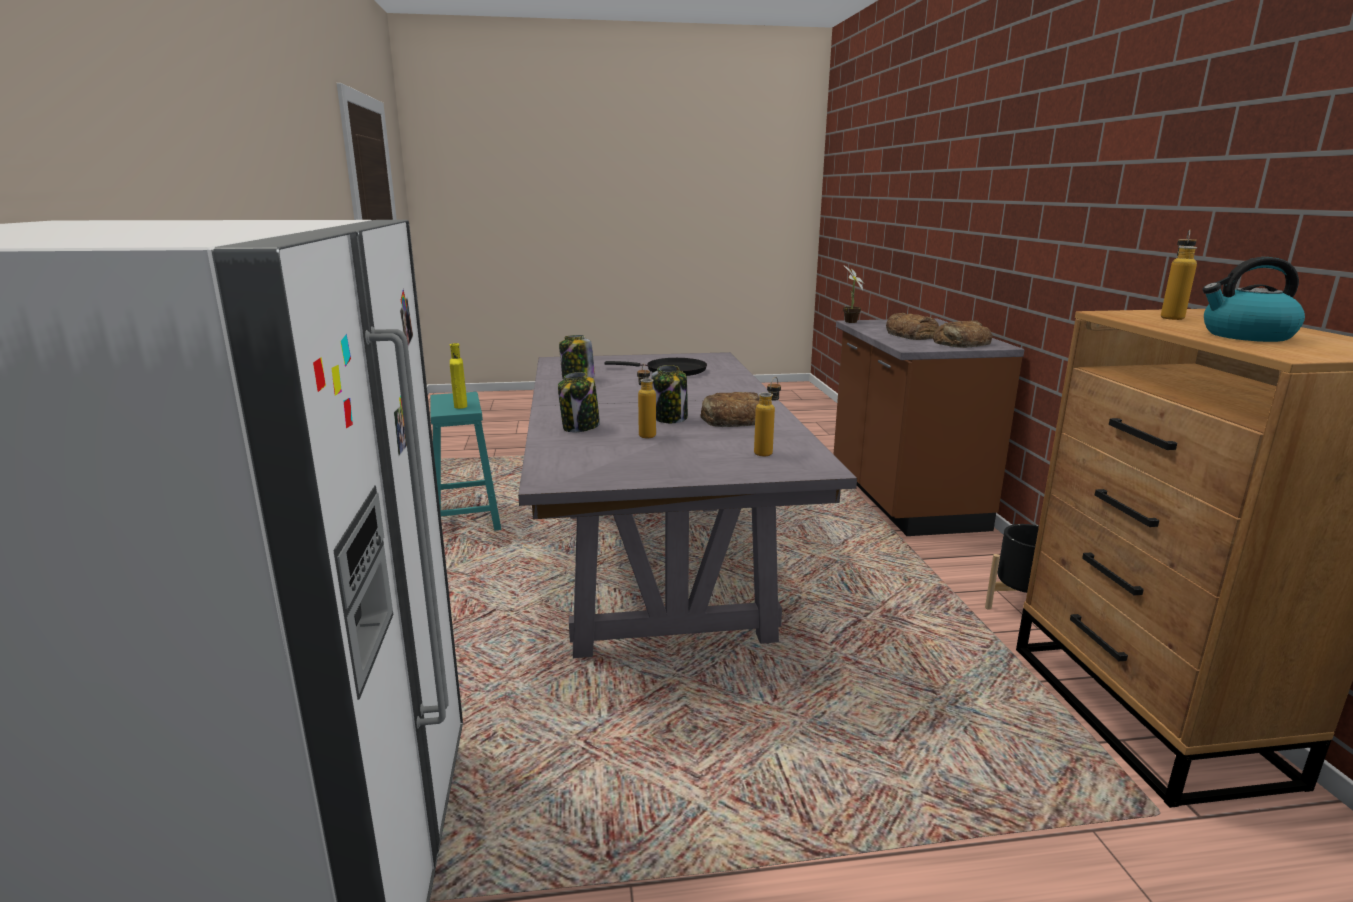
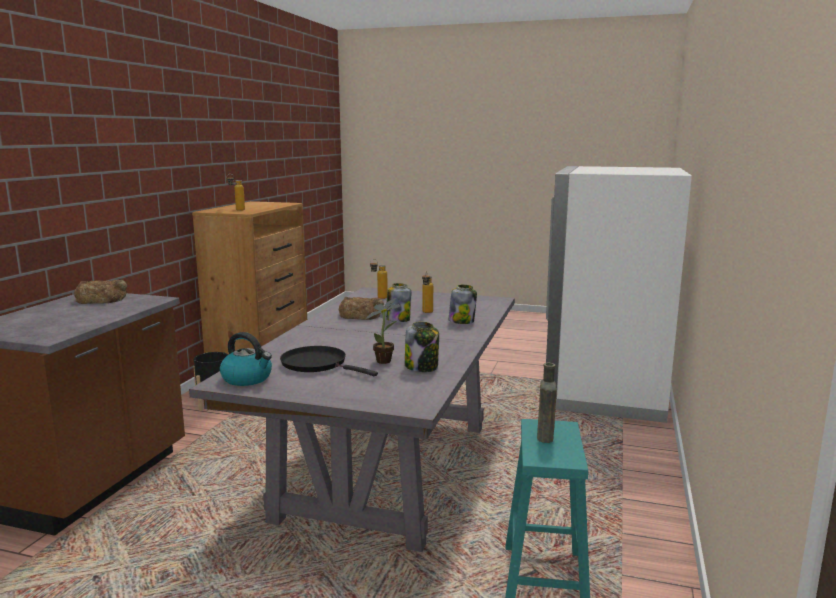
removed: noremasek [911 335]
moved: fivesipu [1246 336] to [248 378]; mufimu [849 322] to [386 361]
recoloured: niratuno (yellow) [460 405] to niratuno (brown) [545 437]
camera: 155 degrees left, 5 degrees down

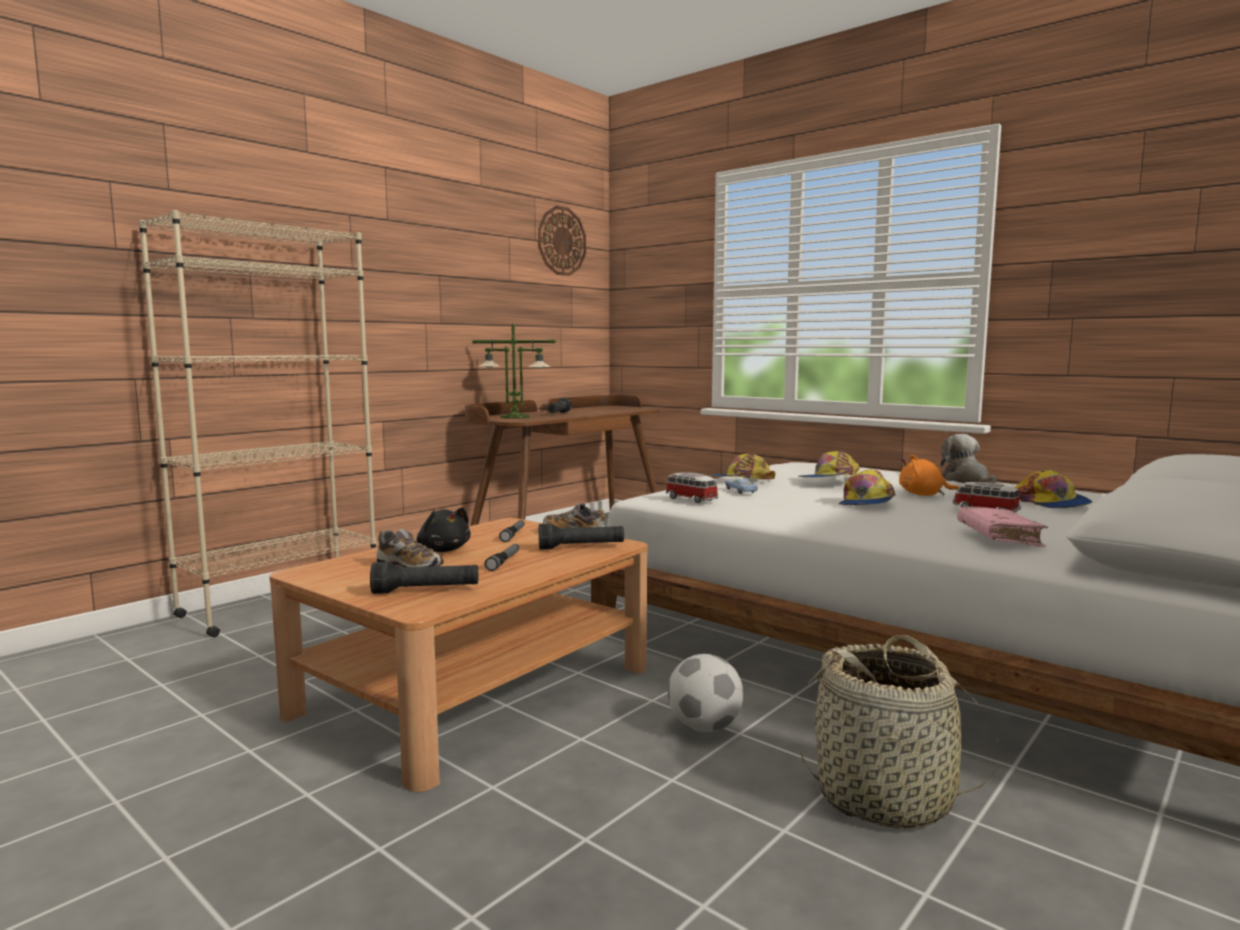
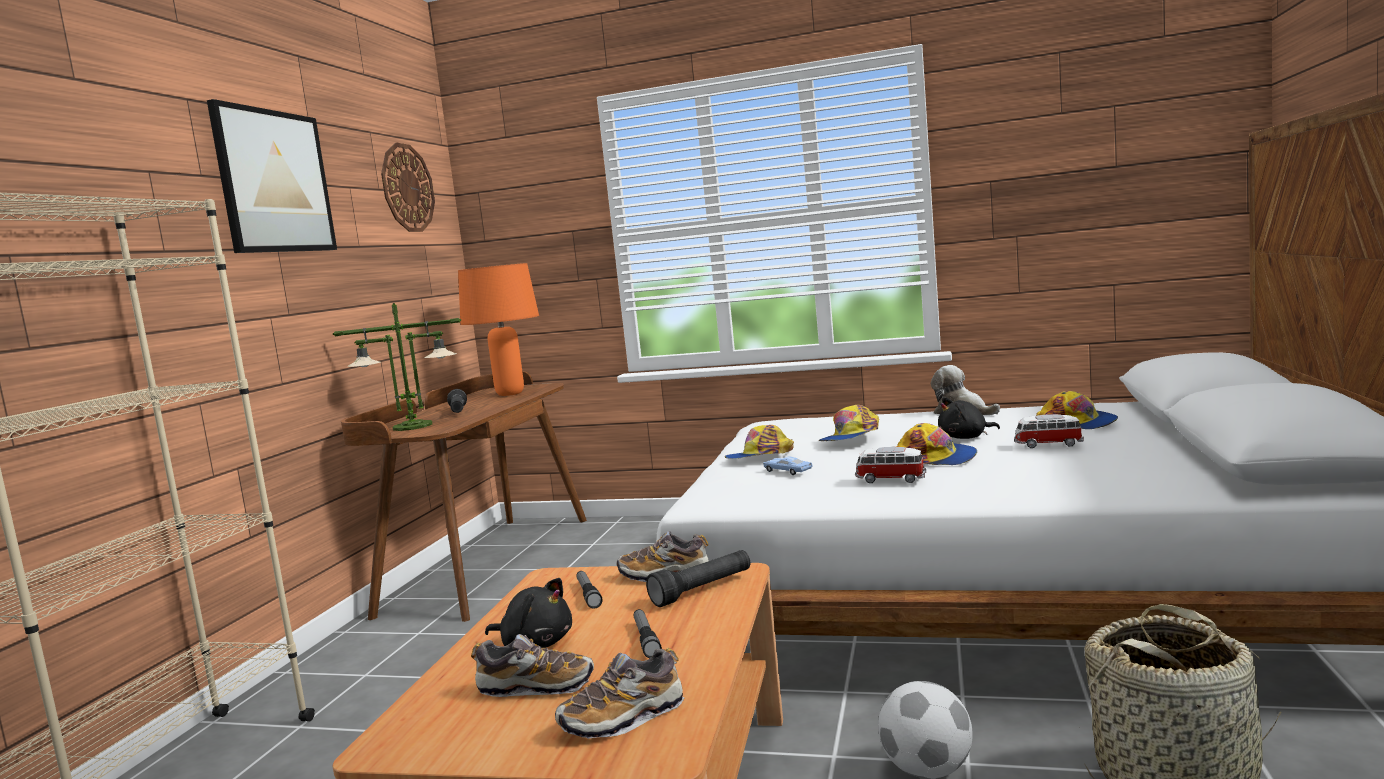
removed: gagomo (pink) [998 537]
added: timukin [274 181]; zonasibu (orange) [511 394]
moved: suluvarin [690 499] to [890 480]
replaced: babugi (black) [426 591] to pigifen [623 718]
recoloured: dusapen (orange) [924 495] to dusapen (black) [966 438]
turned: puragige [866 502] = [935 458] 60 degrees counterclockwise
camera: 25 degrees left, 0 degrees up

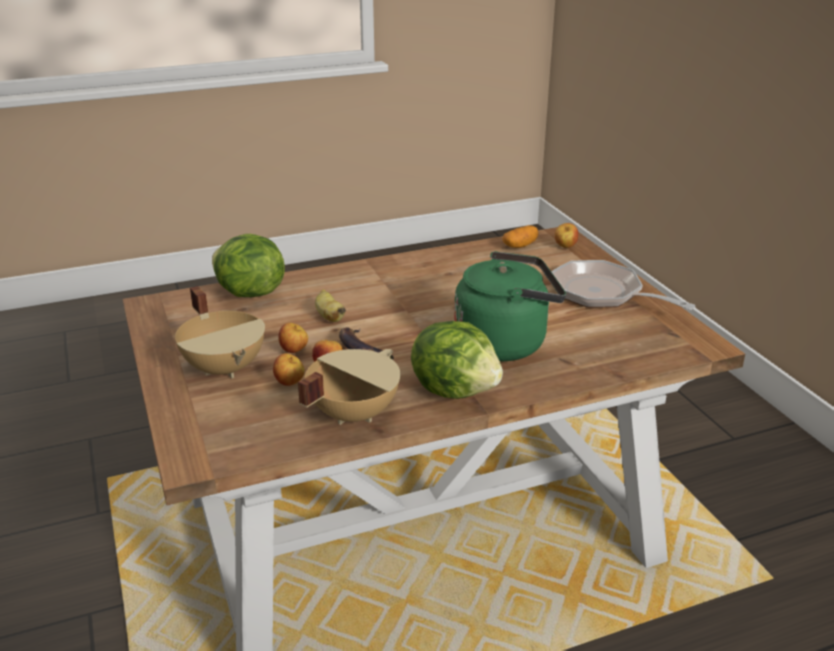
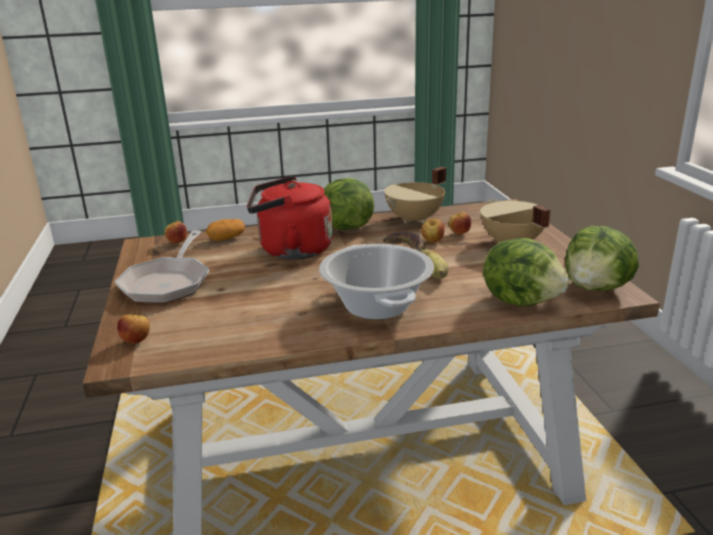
added: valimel [376 306]; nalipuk [596 288]
moved: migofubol [294 351] to [177 243]; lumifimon [520 246] to [226 238]
recoloured: fivesipu (green) [505 343] to fivesipu (red) [291 250]
turned: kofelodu [602 294] = [168 283] 45 degrees clockwise
camera: 170 degrees left, 5 degrees down

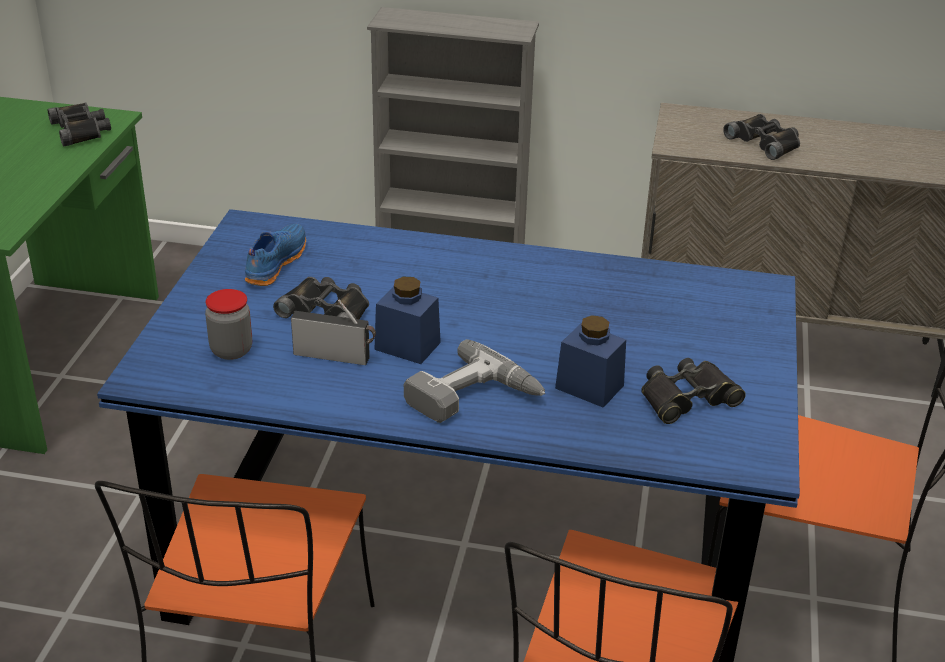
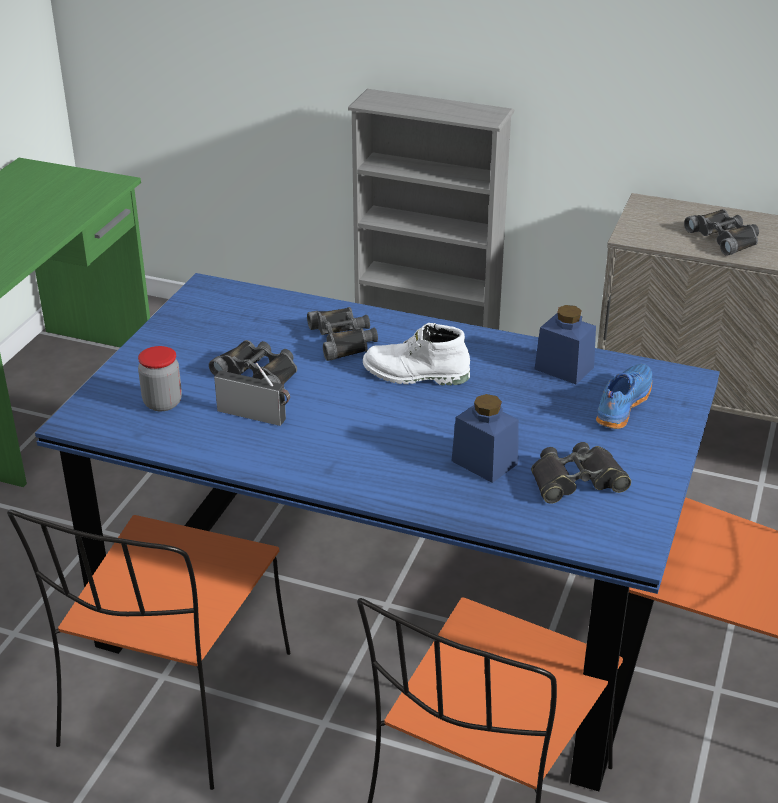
removed: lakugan [474 399]
added: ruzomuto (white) [415 375]
moved: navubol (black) [81 130] to [343 339]; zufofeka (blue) [407 346] to [564 368]; pigifen (blue) [274 264] to [621 404]
camera: 10 degrees right, 0 degrees up

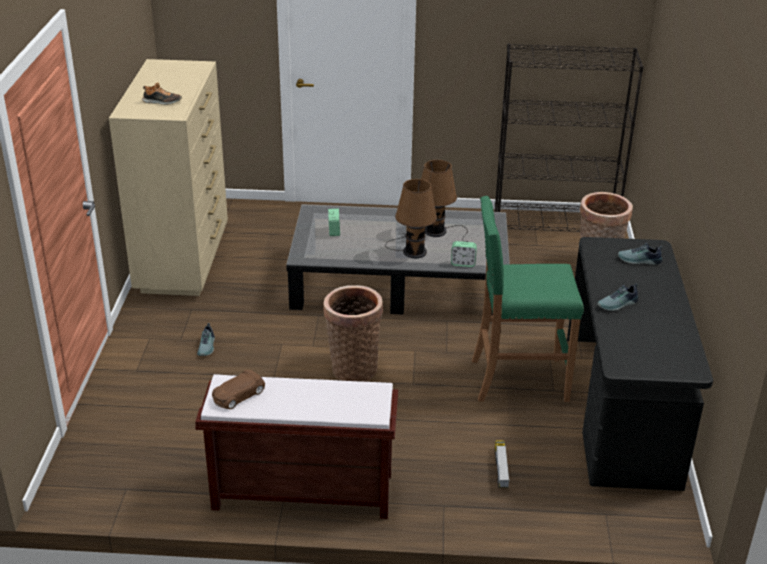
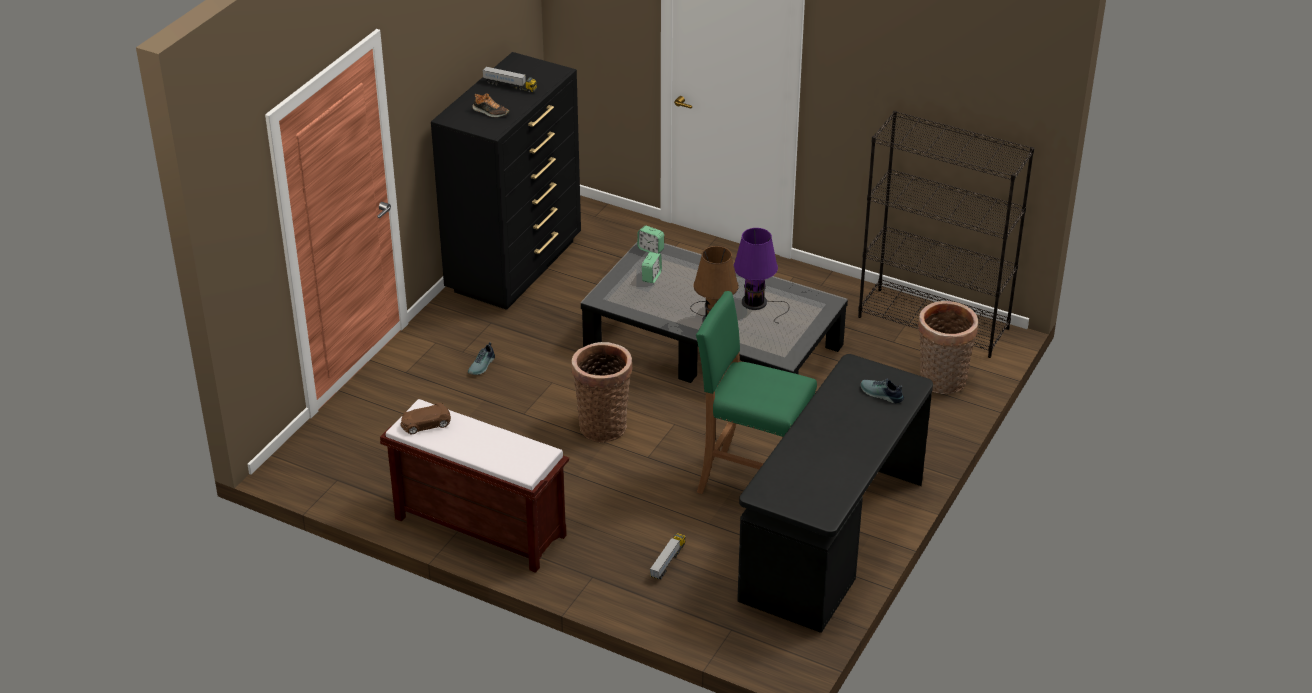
removed: pigifen [618 305]
added: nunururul [510 86]
moved: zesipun [463 263] to [650 249]
recoloured: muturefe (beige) [184 260] to muturefe (black) [516 266]; zonasibu (brown) [438 231] to zonasibu (purple) [757 303]
camera: 25 degrees right, 5 degrees up

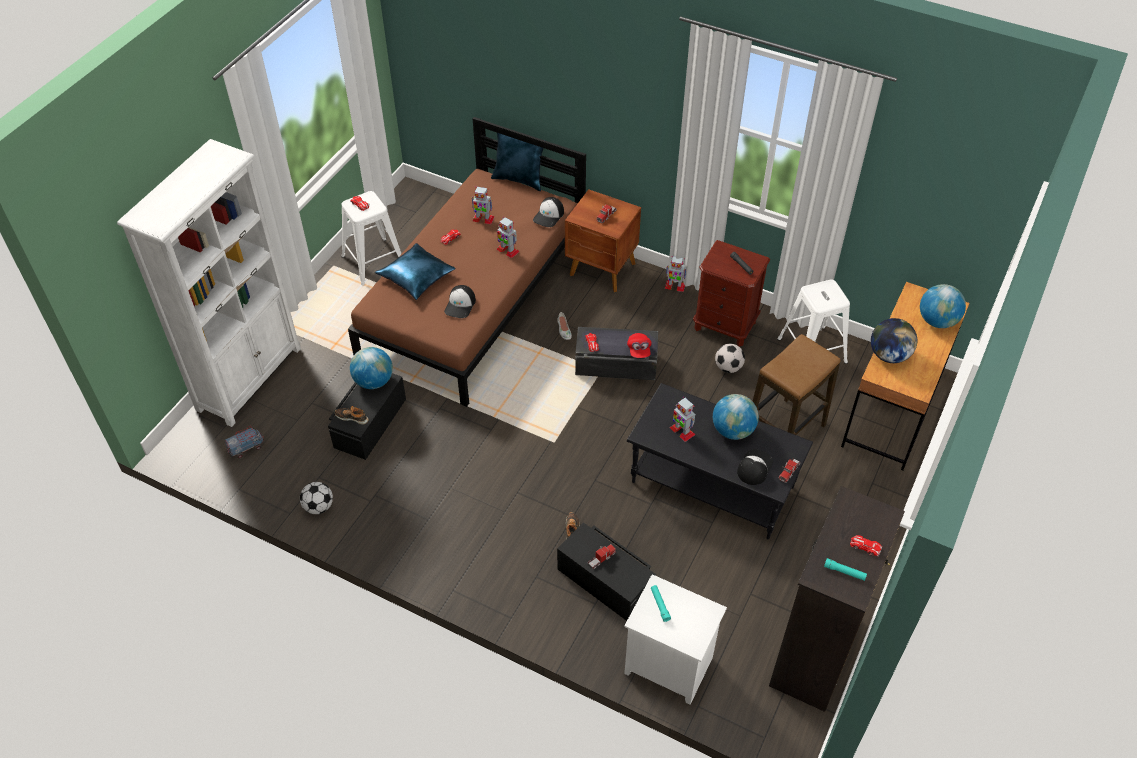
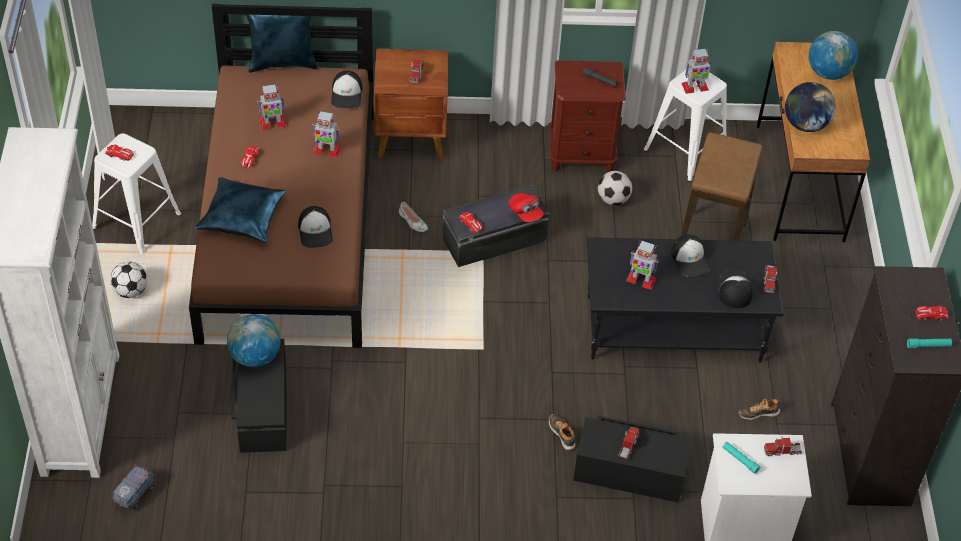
added: nunururul [782 451]
moved: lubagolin [319 507] to [130 291]; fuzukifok [674 286] to [694 87]; pigifen [352 417] to [758 412]
replaced: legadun [733 430] to puragige [690 259]
camera: 30 degrees left, 0 degrees up

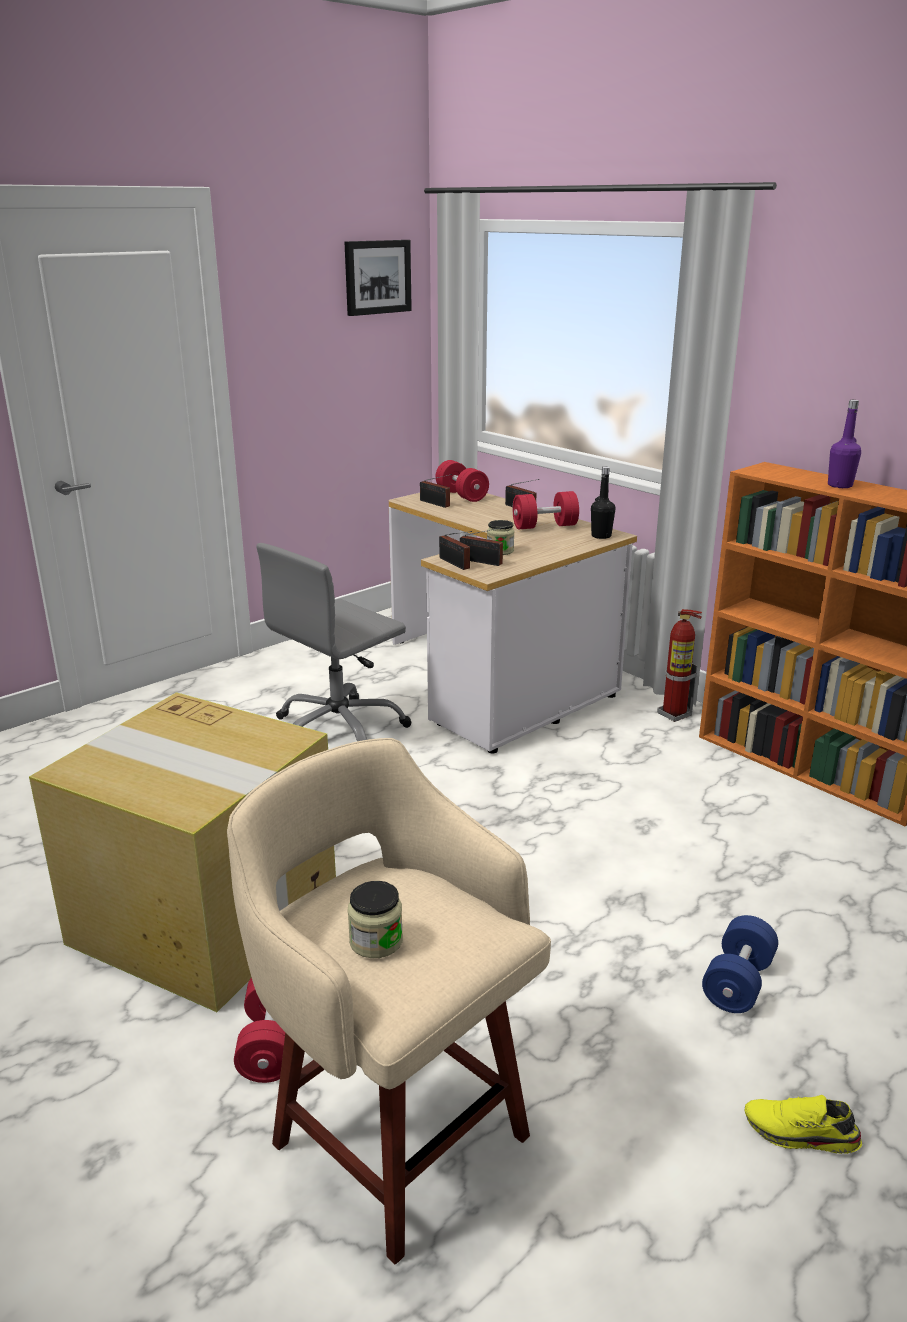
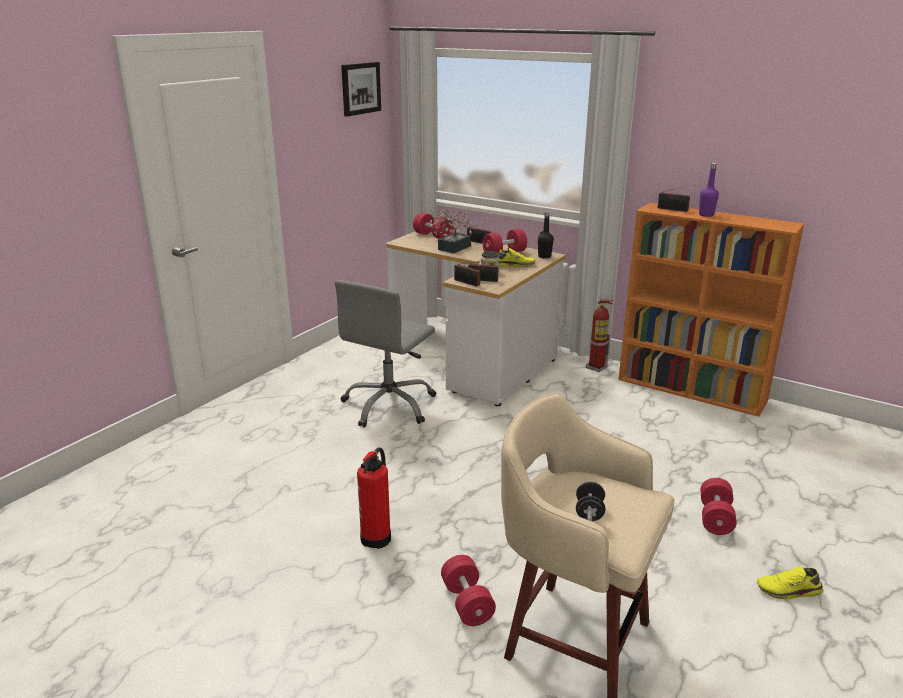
added: mufimu [451 249]; pigifen (yellow) [514 265]
moved: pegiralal [436 504] to [674 209]
replaced: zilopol [207 919] to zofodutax [377 536]; zufofeka [376 941] to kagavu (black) [589 513]
recoloured: kagavu (blue) [737 982] to kagavu (red) [715 518]
camera: 15 degrees left, 0 degrees up

